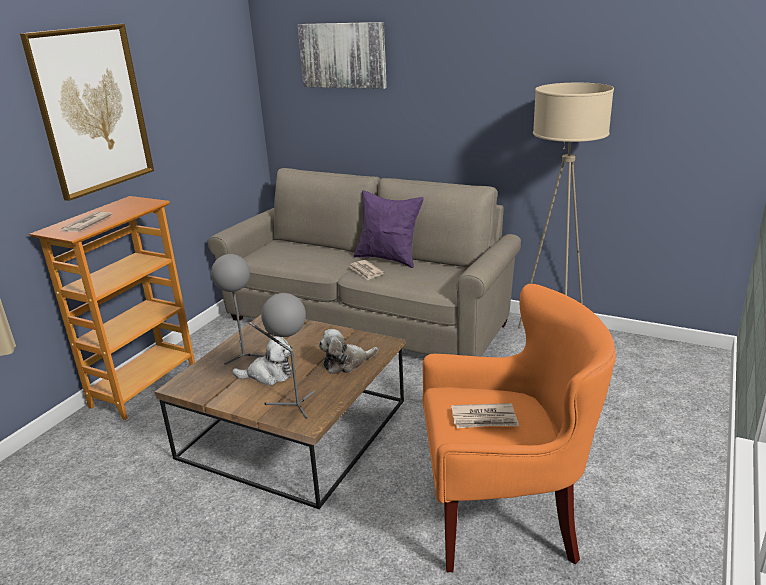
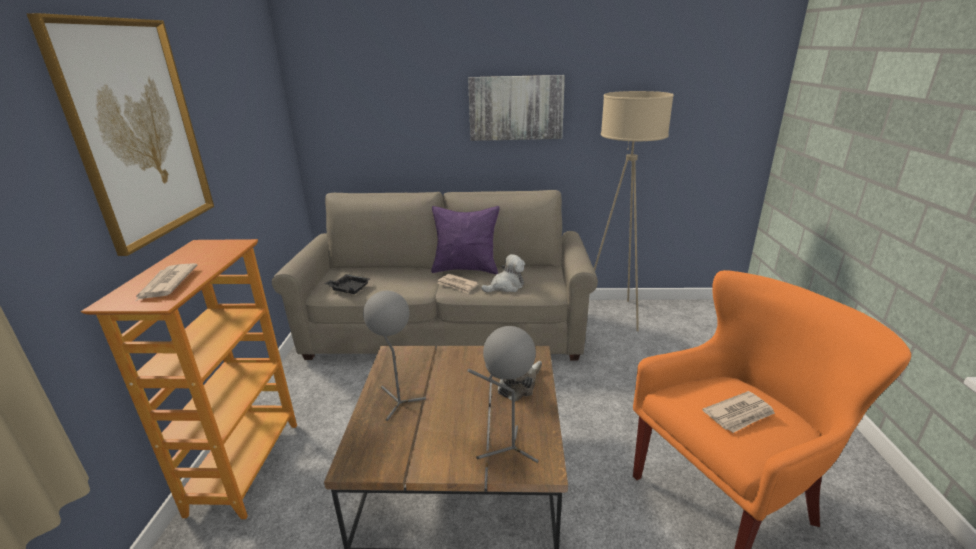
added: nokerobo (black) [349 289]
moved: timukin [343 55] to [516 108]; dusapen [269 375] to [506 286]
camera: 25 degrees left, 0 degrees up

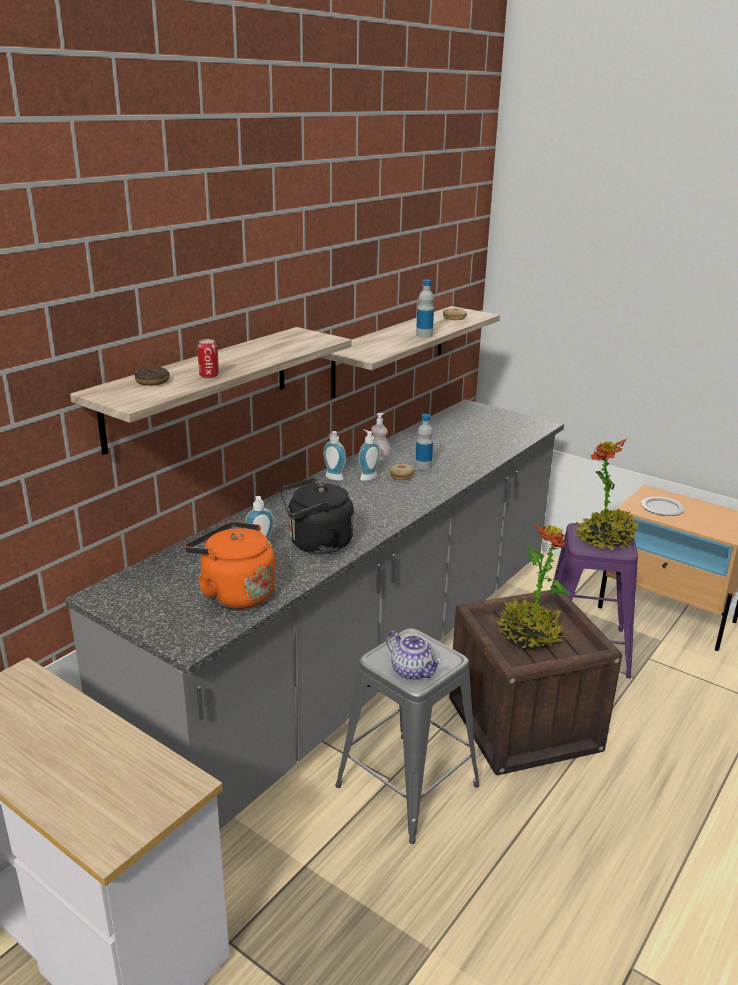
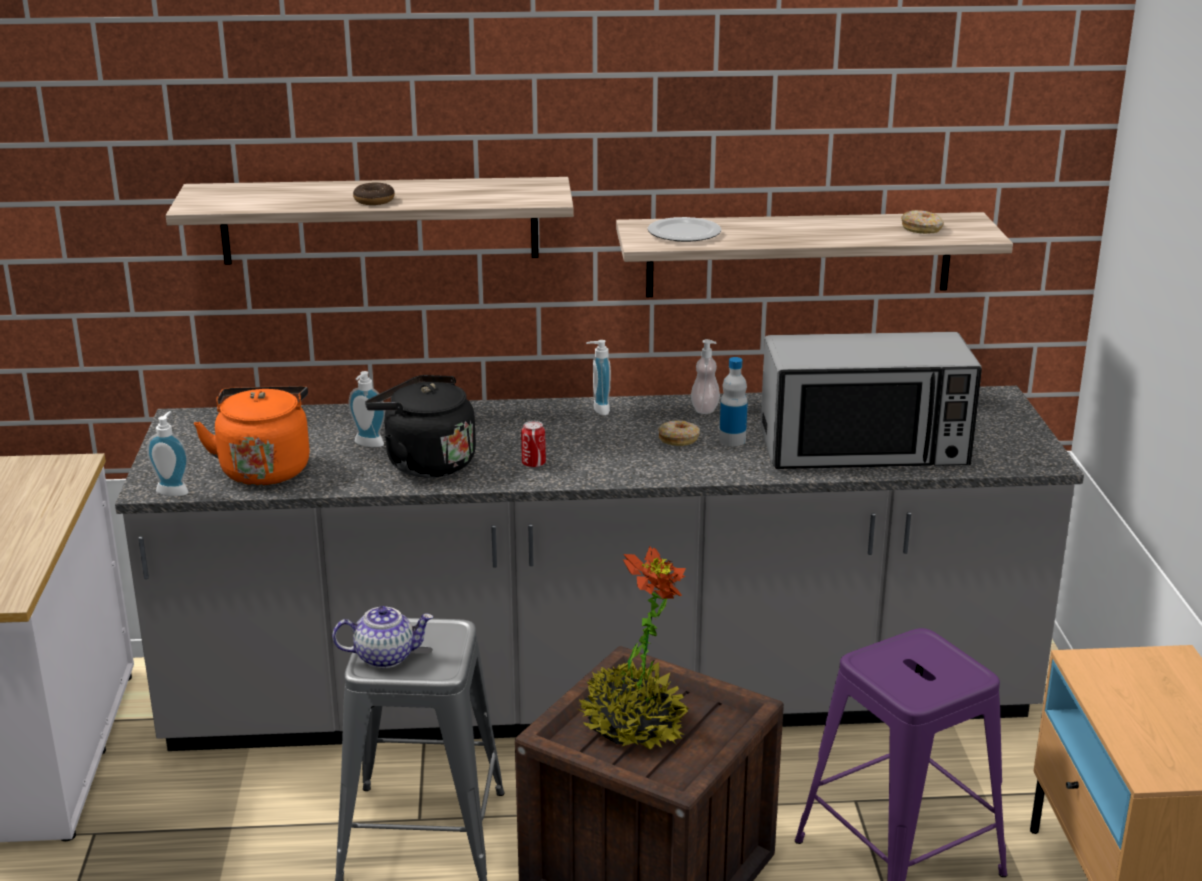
removed: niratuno [424 335]; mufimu [605 540]
added: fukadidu [864 449]
moved: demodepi [367 477] to [174 490]; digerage [152 381] to [374 200]; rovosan [209 376] to [533 464]; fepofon [662 508] to [685 233]
turned: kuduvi [413 671] = [385 656] 105 degrees counterclockwise
camera: 50 degrees right, 0 degrees up

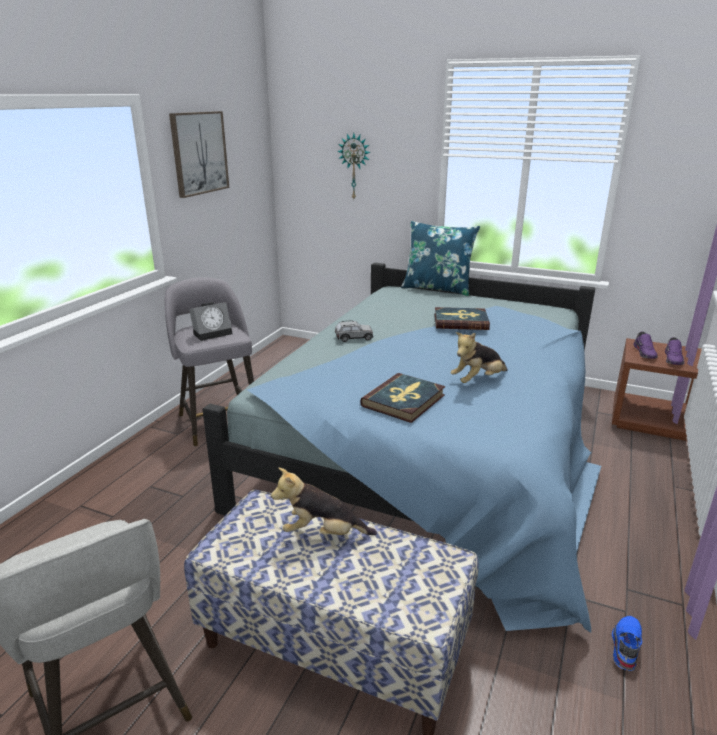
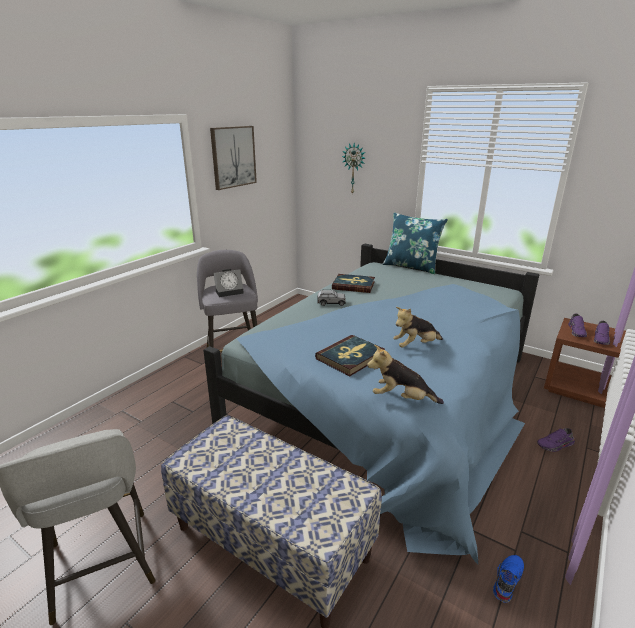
added: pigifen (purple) [555 445]
moved: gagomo [460 321] to [353 285]; dusapen [323 533] to [401 399]
camera: 10 degrees right, 0 degrees up

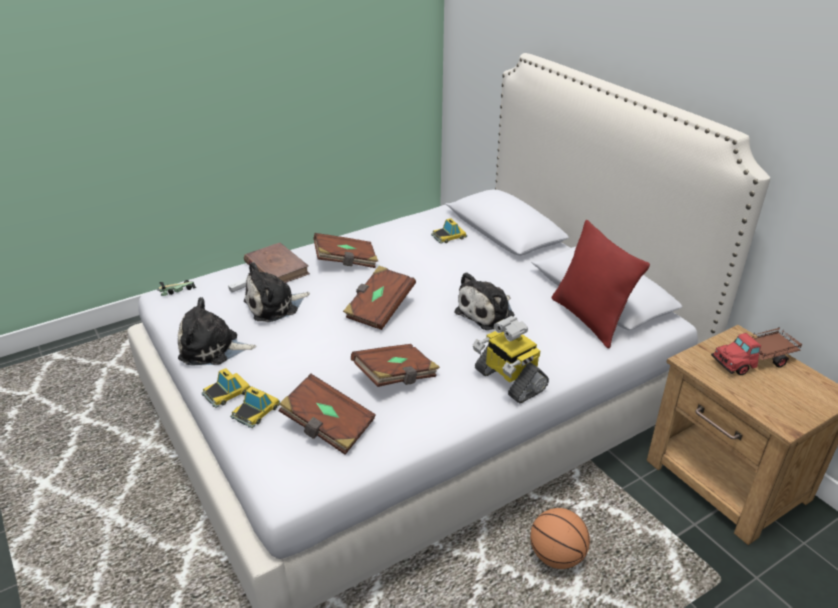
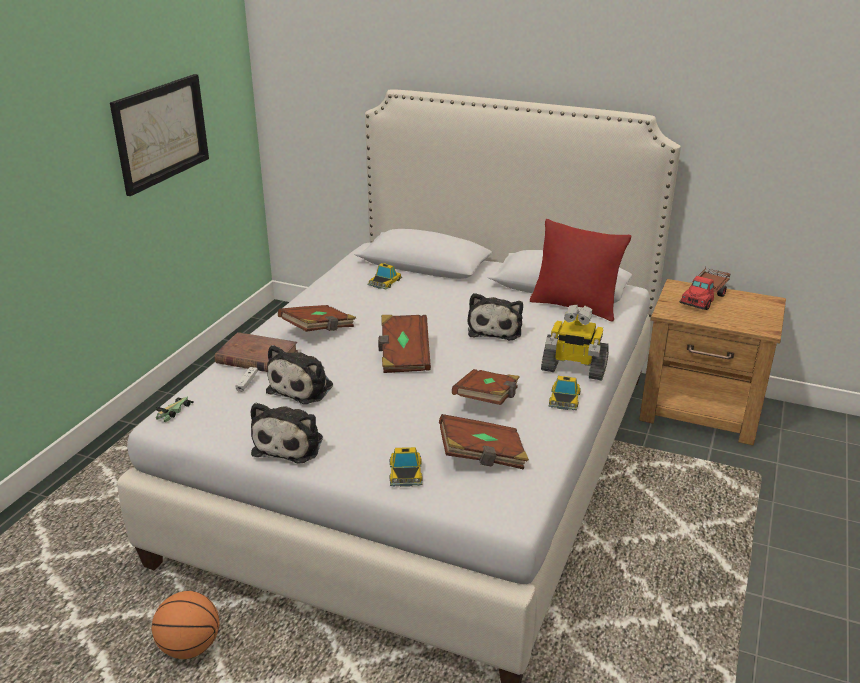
added: timukin [161 132]
moved: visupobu [556 556] to [190 647]; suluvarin [227 392] to [564 398]
turned: dusapen [213 349] = [290 444] 45 degrees counterclockwise
camera: 35 degrees left, 5 degrees down

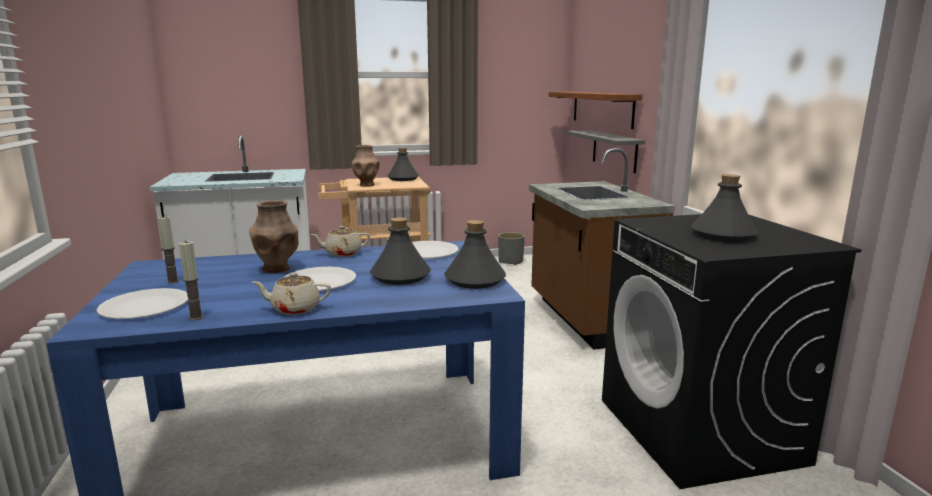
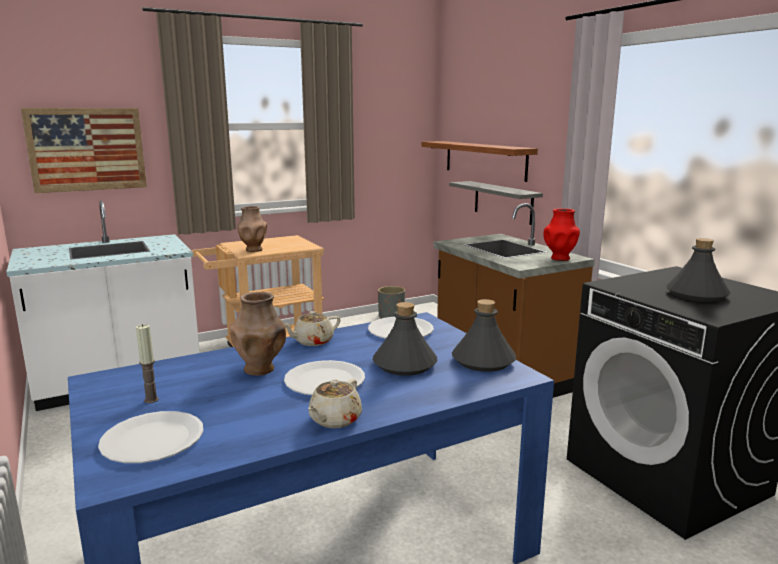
removed: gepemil [196 317]; niratuno (grey) [403 179]
added: timukin [87 149]; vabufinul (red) [560 258]
turned: kuduvi (beige) [294 309] = [334 420] 45 degrees counterclockwise
camera: 15 degrees left, 0 degrees up

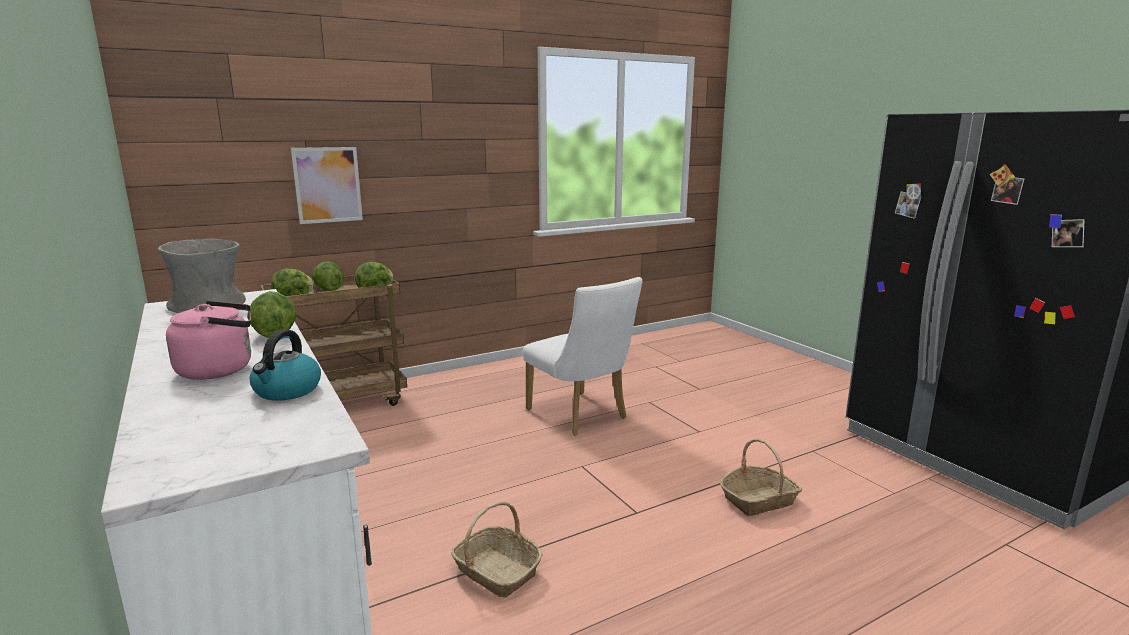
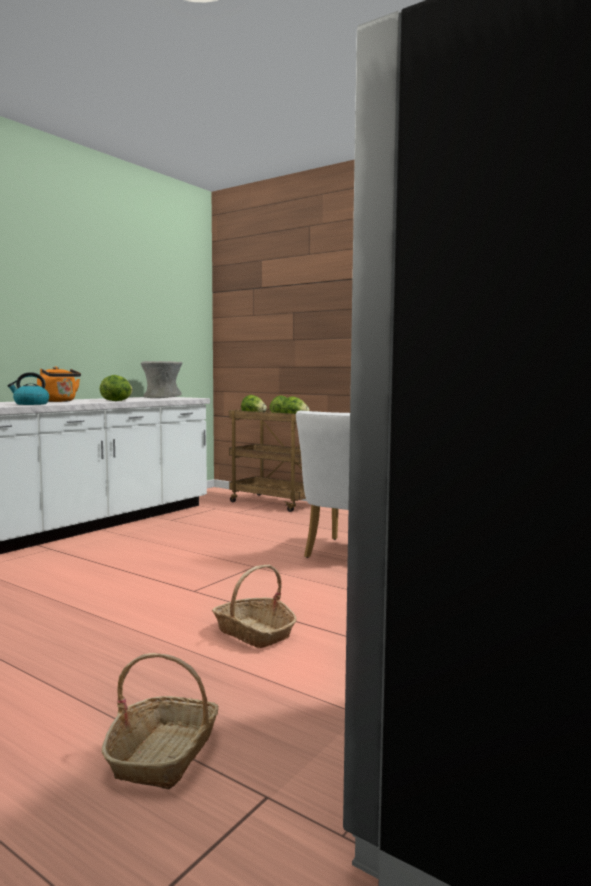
removed: timukin [327 185]
moved: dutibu [496 571] to [164 754]
recoloured: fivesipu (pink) [220 370] to fivesipu (orange) [59 401]
camera: 65 degrees right, 10 degrees down

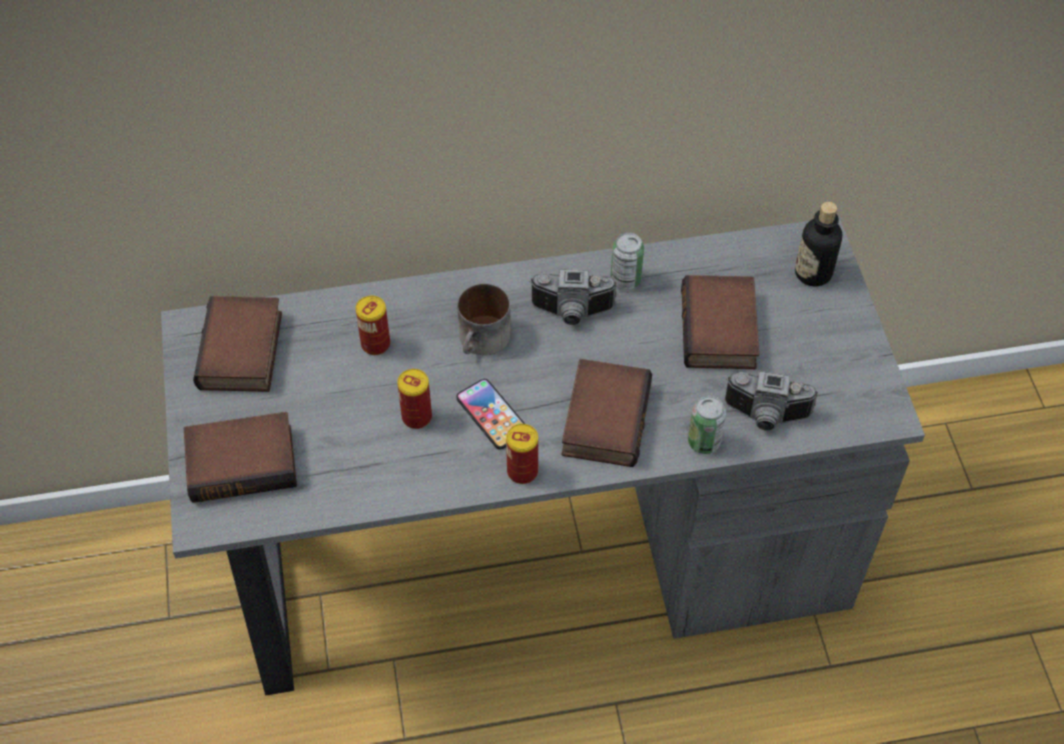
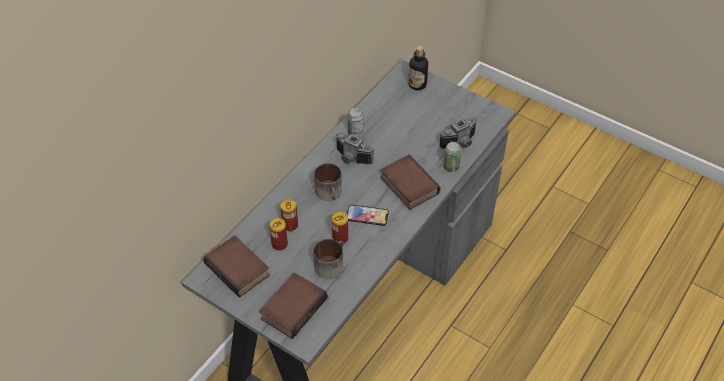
removed: gagomo [721 330]
added: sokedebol [330 263]
moved: rovosan [522 471] to [279 244]
turned: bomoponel [572 313] = [351 159] 75 degrees clockwise
camera: 45 degrees left, 5 degrees down

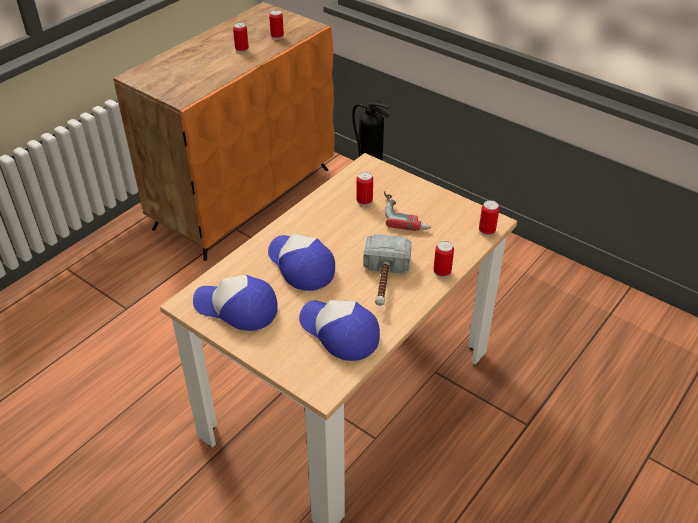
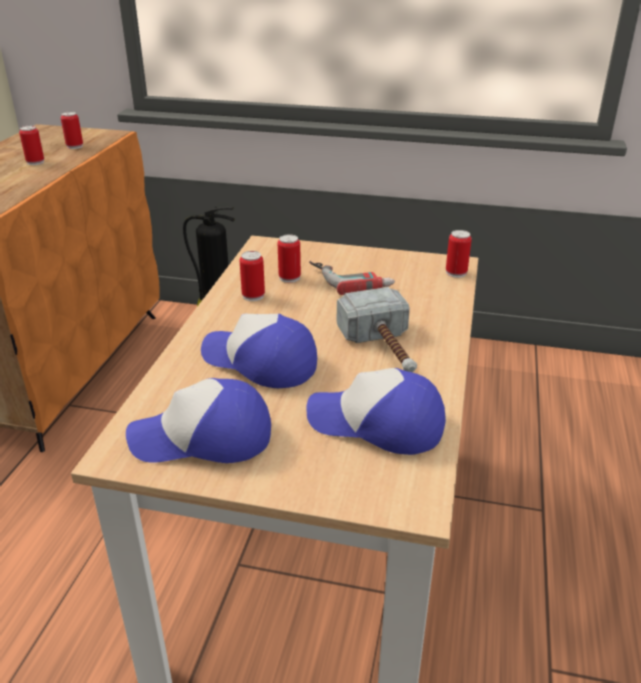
moved: rovosan [442 272] to [253 296]
camera: 25 degrees left, 10 degrees down

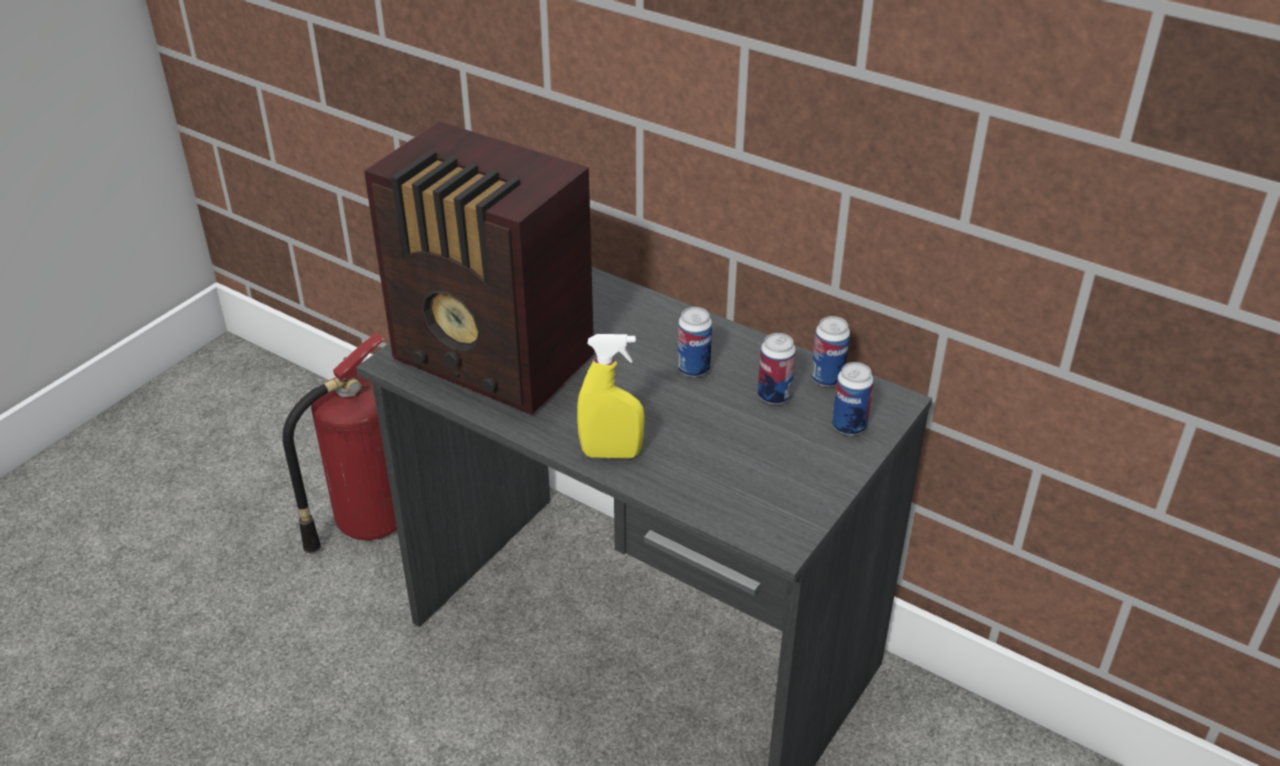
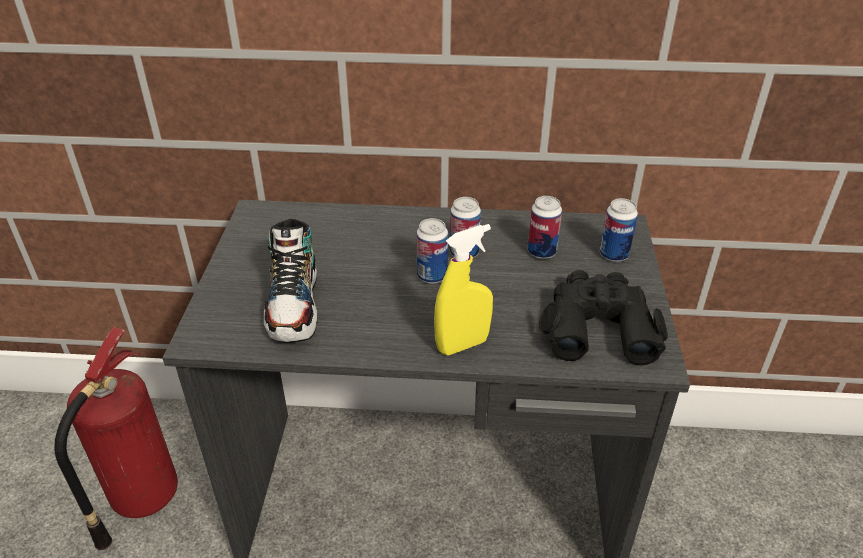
added: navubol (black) [598 326]
moved: rovosan [827 378] to [432 276]
replaced: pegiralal [494 362] to pigifen [295 306]
camera: 30 degrees left, 0 degrees up

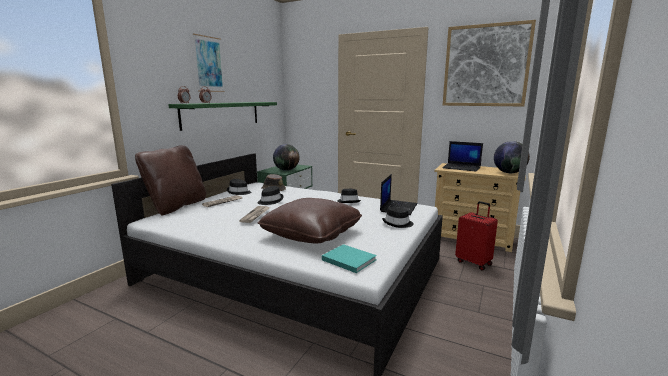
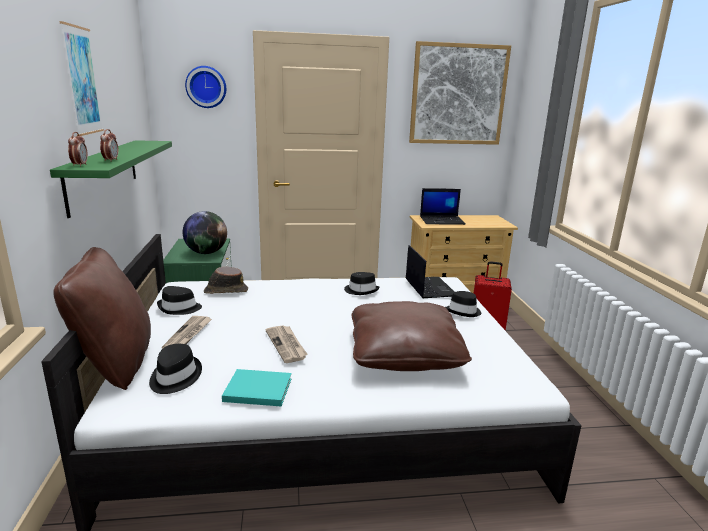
removed: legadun [509 173]
added: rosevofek [206 87]
moved: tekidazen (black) [270 201] to [174 377]; gagomo (turquoise) [347 259] to [256 389]
camera: 35 degrees left, 5 degrees up

